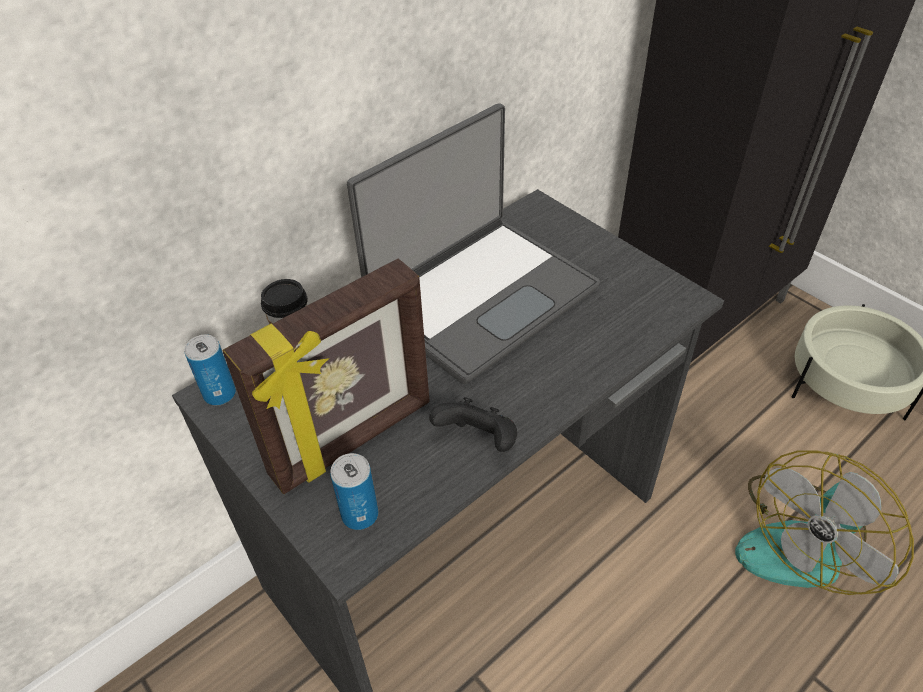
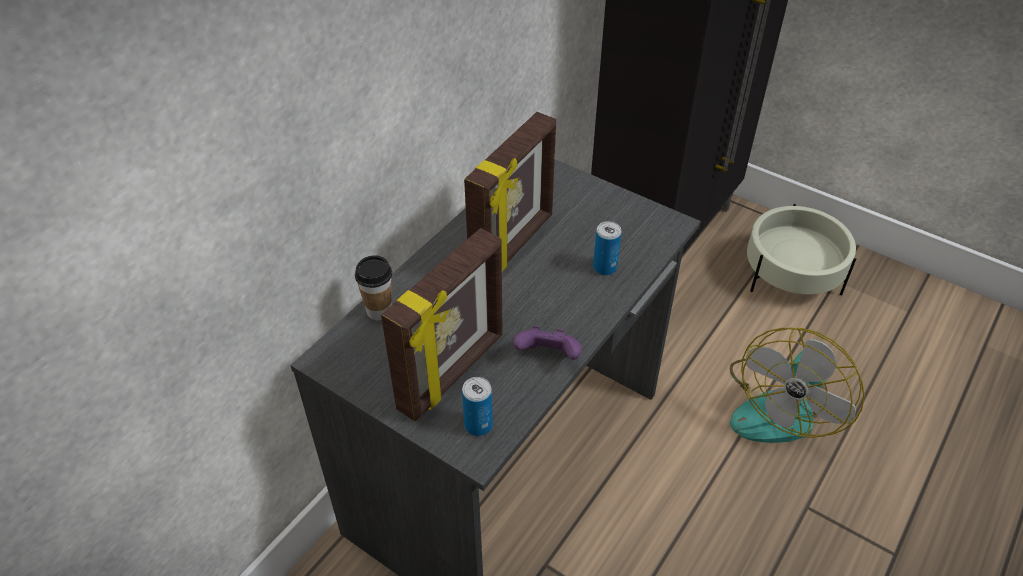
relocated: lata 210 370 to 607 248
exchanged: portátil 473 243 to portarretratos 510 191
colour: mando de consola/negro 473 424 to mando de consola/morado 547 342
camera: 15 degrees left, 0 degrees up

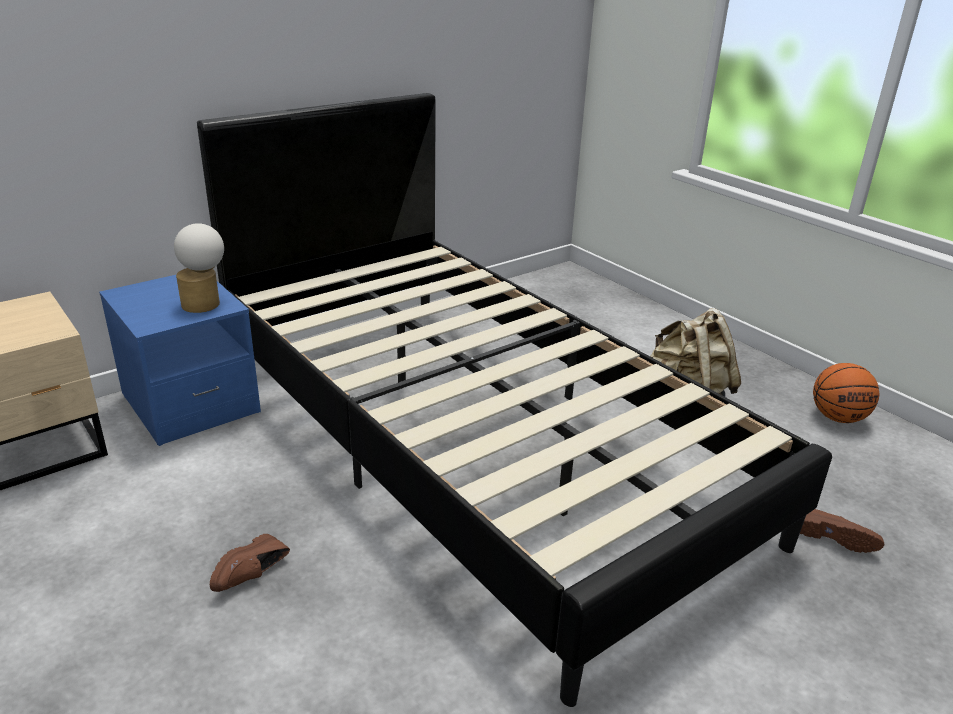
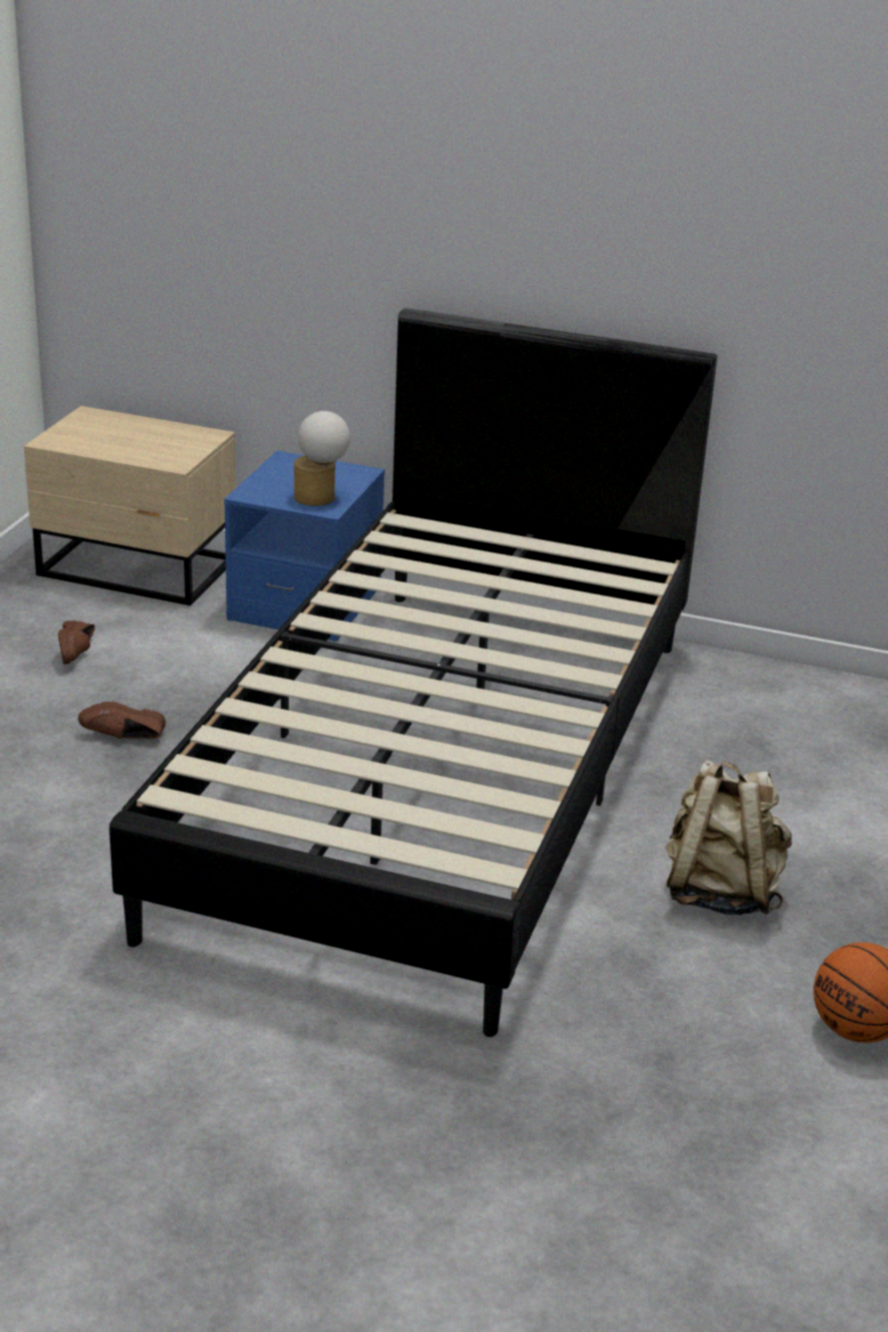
relocated: zapato/marrón 842 531 to 76 642
camera: 55 degrees right, 0 degrees up

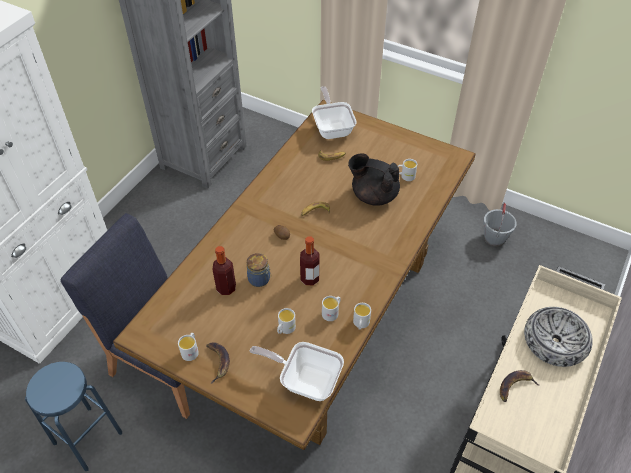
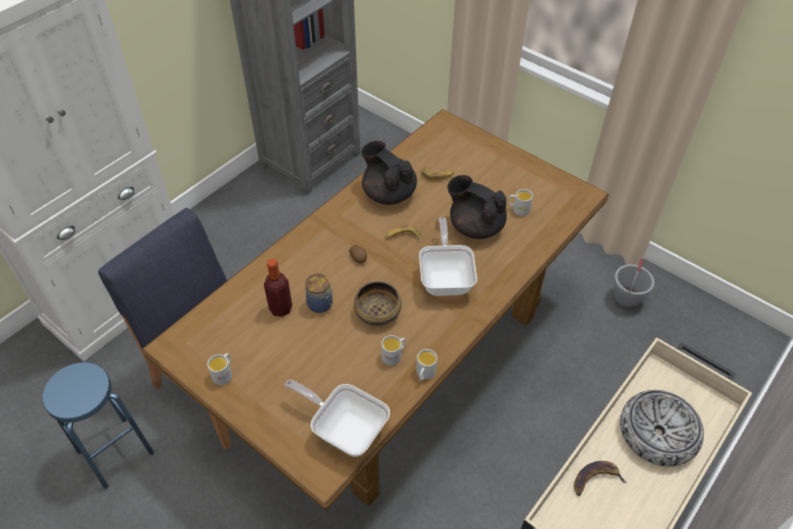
missing: plátano 218 362; taza grande/blanco 286 321
appeared: tetera/negro 389 173
relocated: sartén 334 112 to 448 256
exchanged: botella 310 260 to cuenco 378 303
camera: 10 degrees right, 0 degrees up

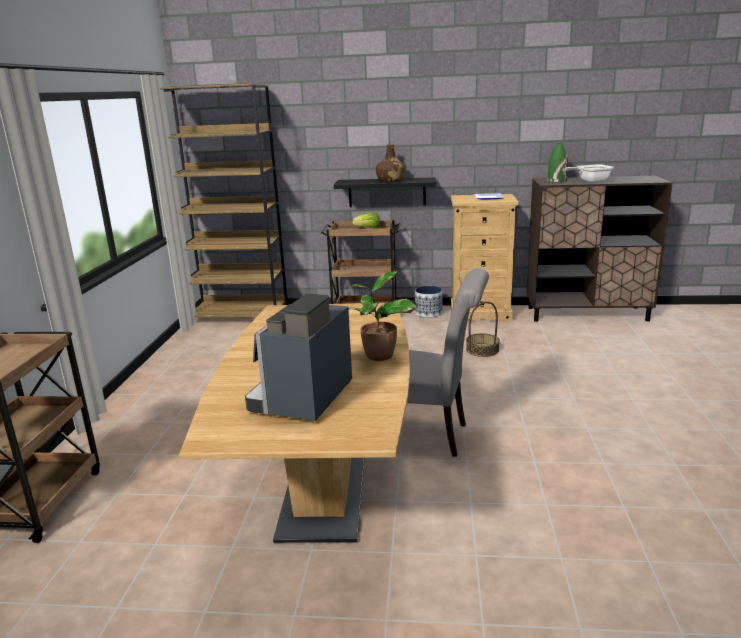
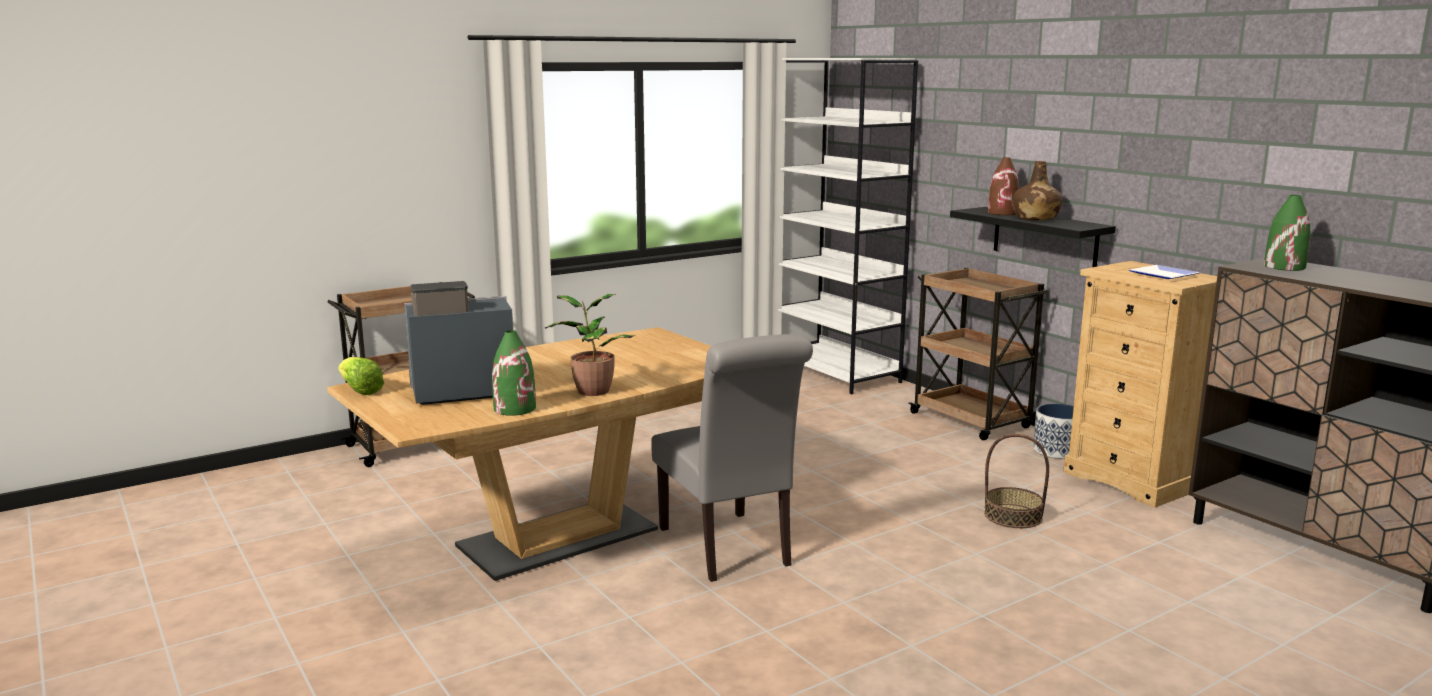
missing: sartén 588 174
appeared: florero/verde 514 373; florero/marrón 1003 186
relocated: lechuga 366 220 to 361 376
colour: estantería/marrón 224 200 to estantería/blanco 848 226
camera: 50 degrees right, 5 degrees down

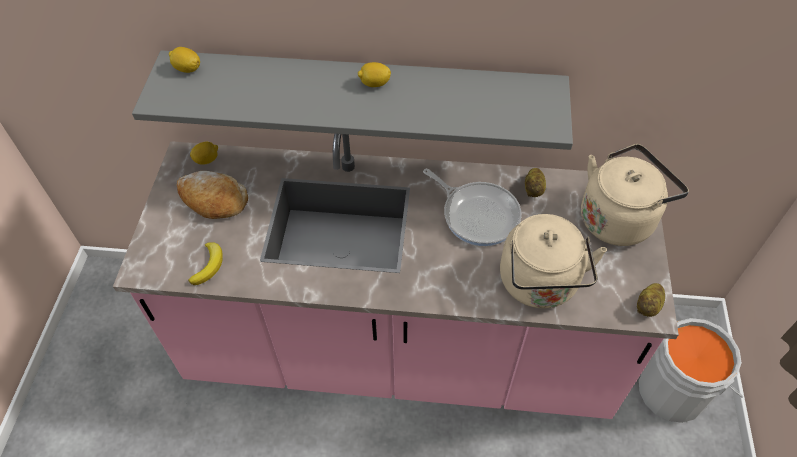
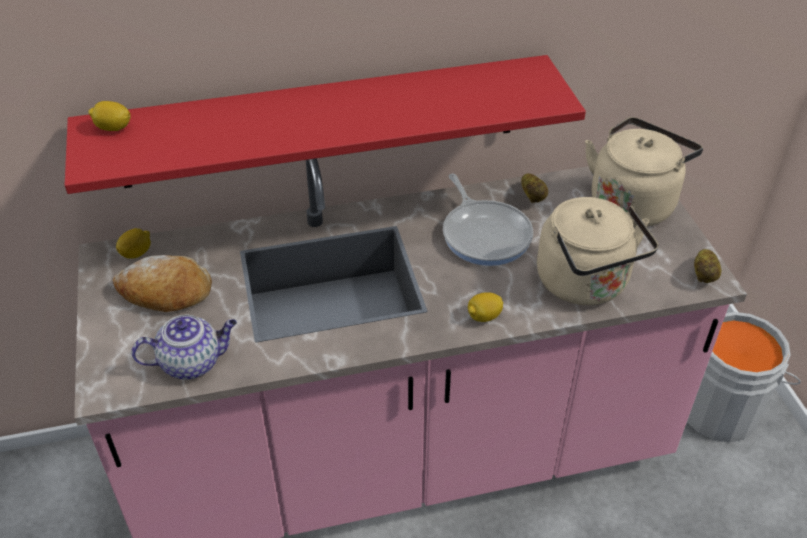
relocated: limón 374 74 to 485 307
exchanged: plátano 205 263 to tetera 184 347
colour: estante/gris 352 100 to estante/rojo 325 124
spun: sartén 472 207 = 488 220 45 degrees clockwise
camera: 20 degrees left, 10 degrees down

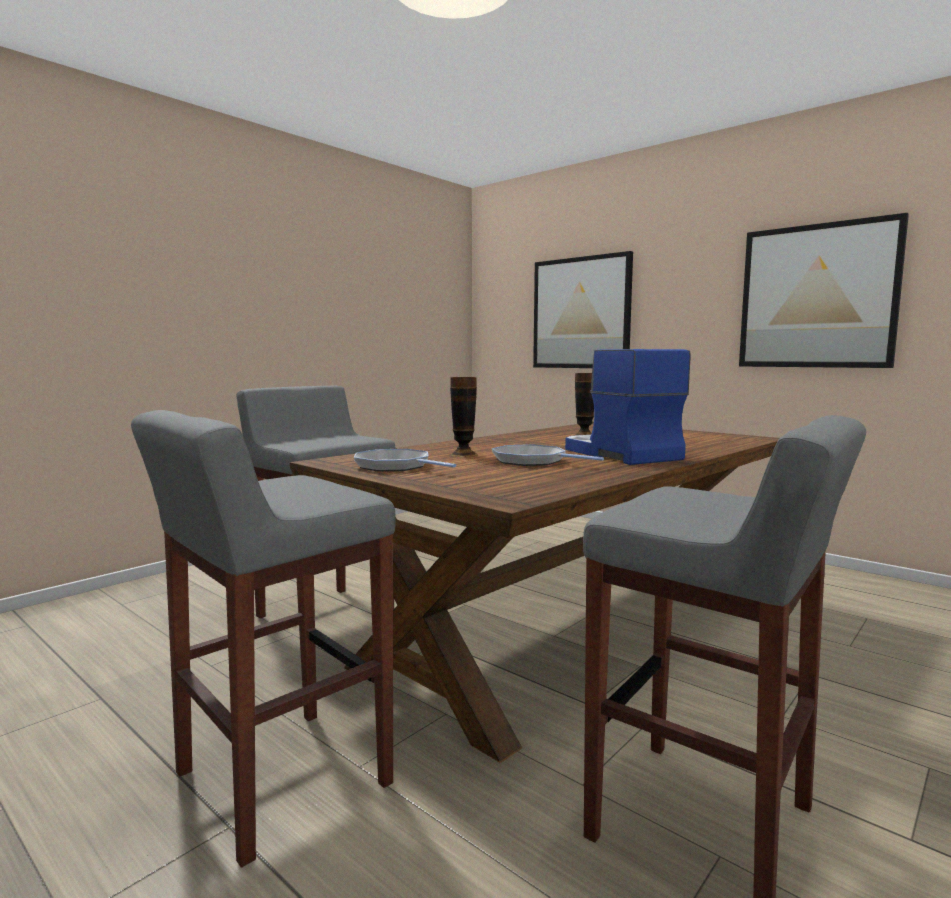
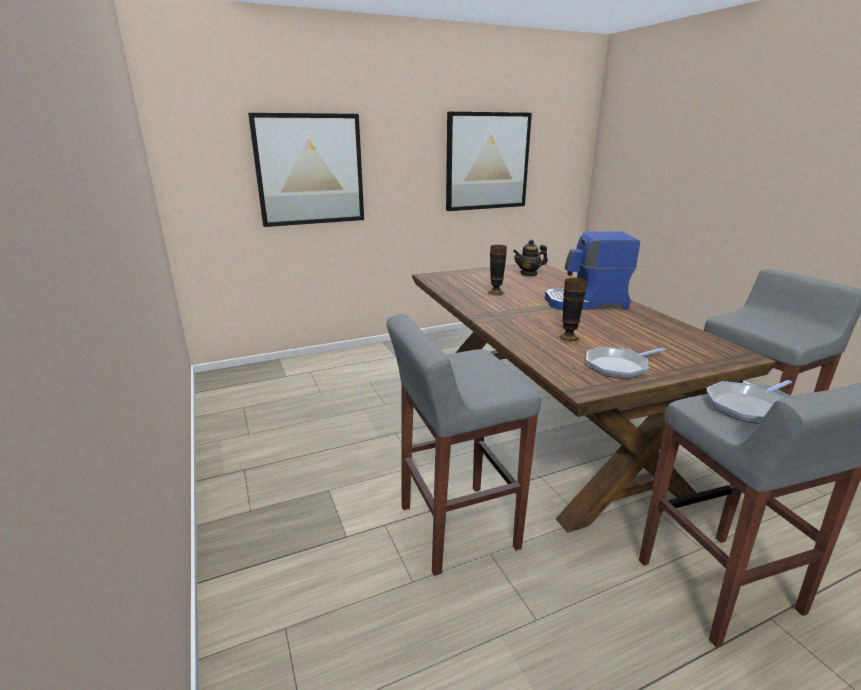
appeared: tetera 530 258
relocated: sartén 548 455 to 749 402
camera: 65 degrees left, 15 degrees up

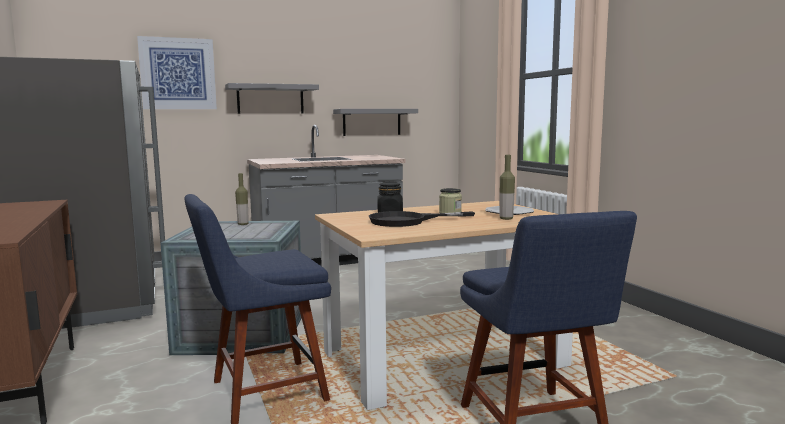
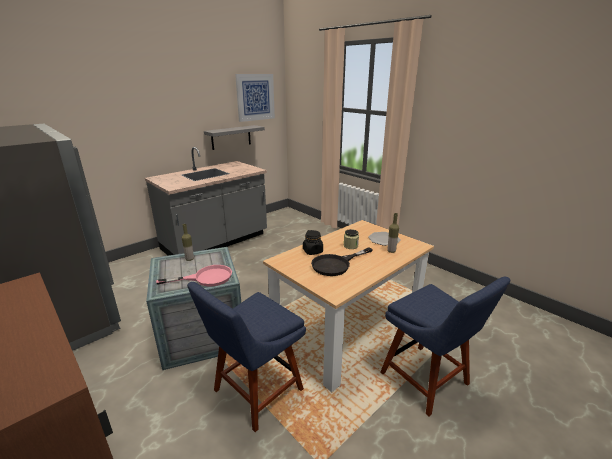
missing: estante/gris 272 98
appeared: sartén/rosa 194 276
relocated: cuadro 177 72 to 255 98
camera: 20 degrees left, 15 degrees up

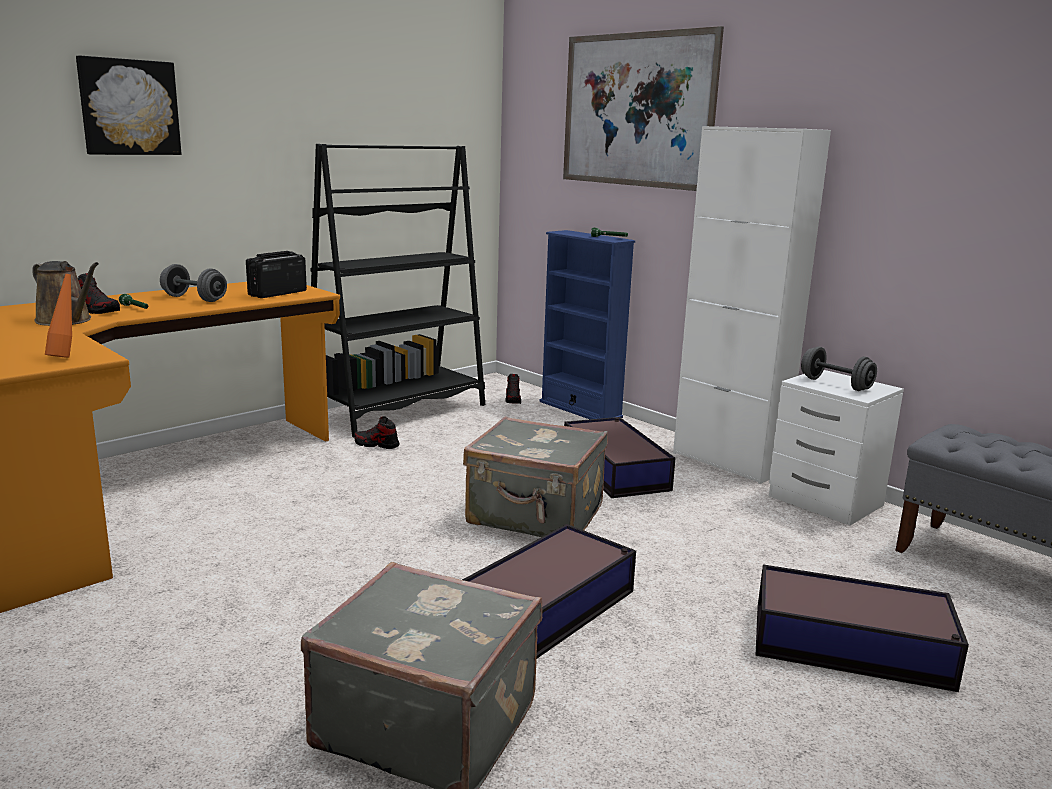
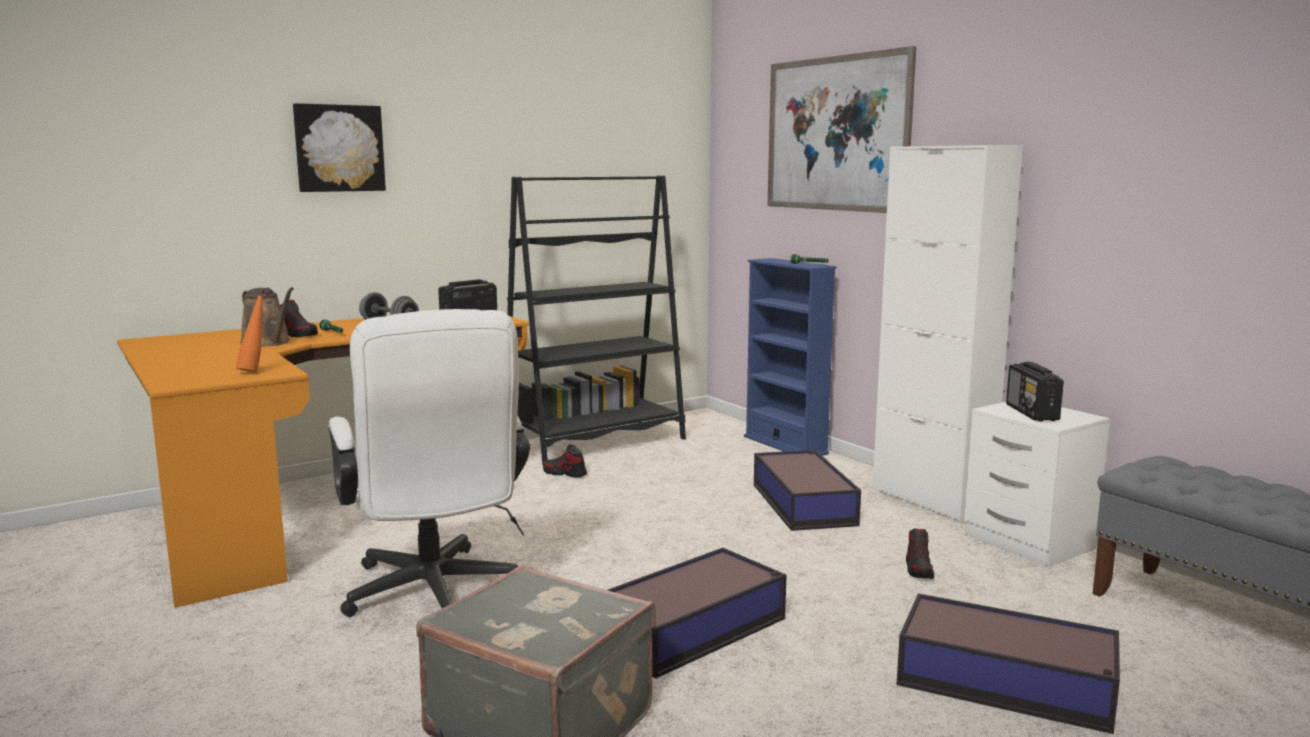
missing: maleta/gris 535 476
appeared: silla de oficina/blanco 429 463
relocated: zapato 513 389 to 920 554
exchanged: mancuerna/gris 839 368 to radio 1035 391
camera: 10 degrees right, 5 degrees down

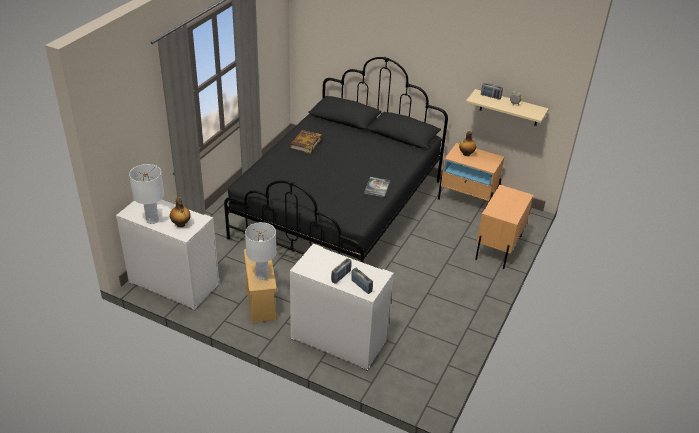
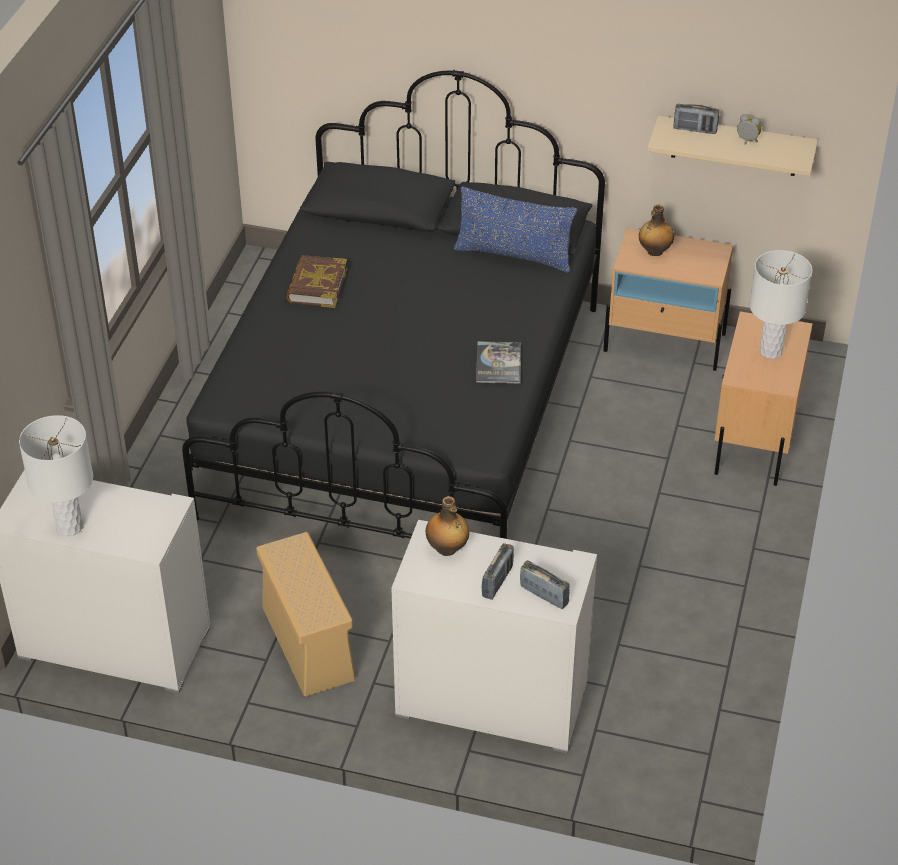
appeared: cojín/azul 515 229
relocated: botella 180 212 to 447 526; lámpara de mesa/blanco 260 251 to 780 304
camera: 10 degrees left, 5 degrees up

